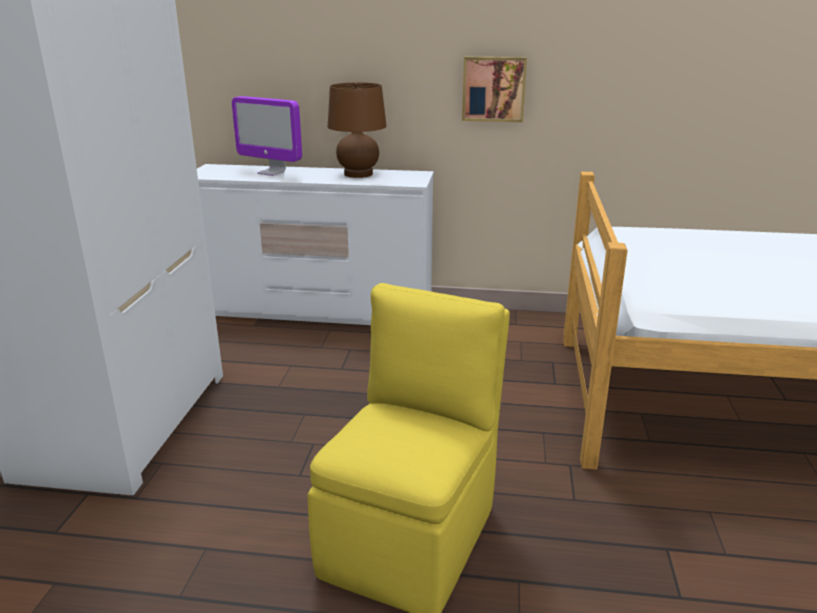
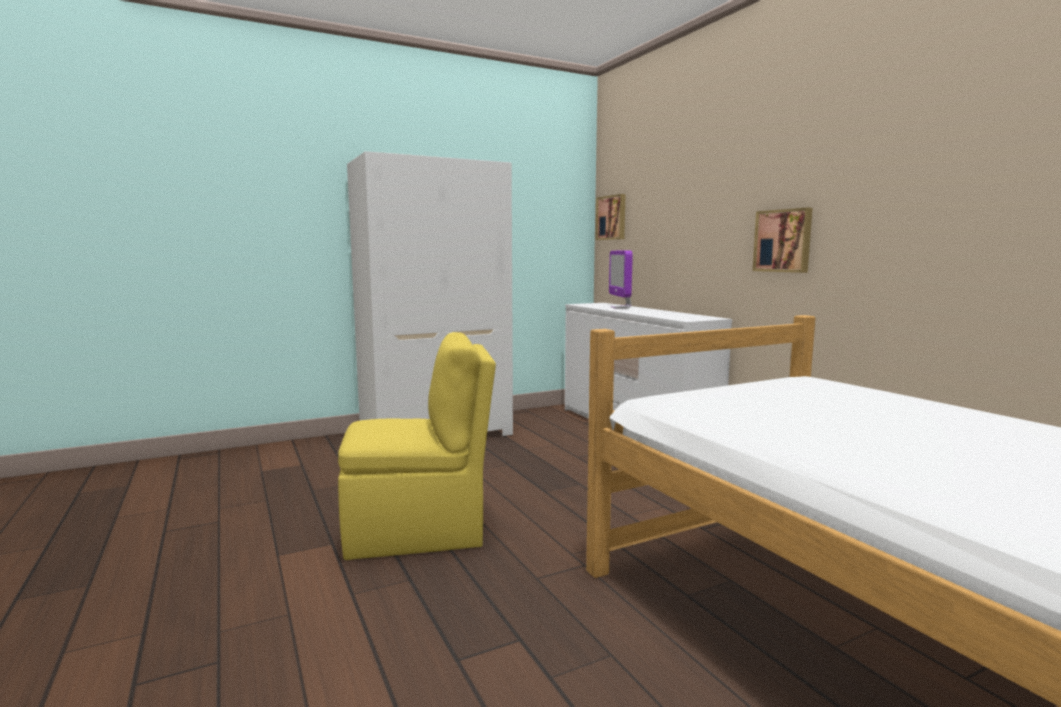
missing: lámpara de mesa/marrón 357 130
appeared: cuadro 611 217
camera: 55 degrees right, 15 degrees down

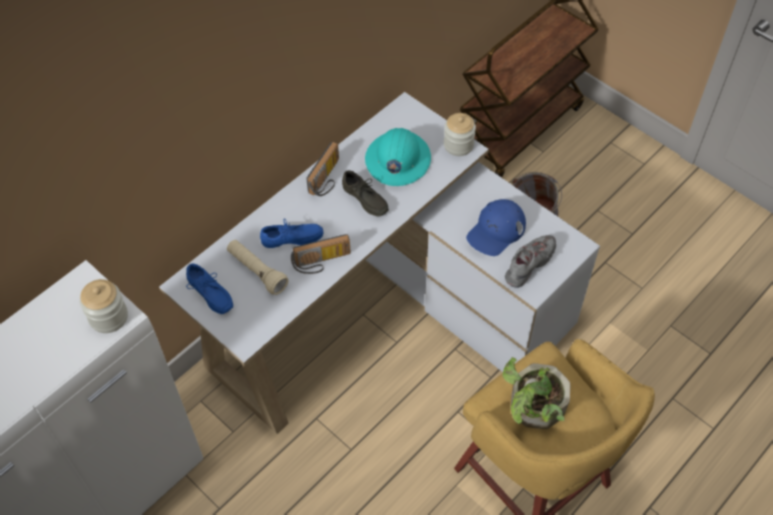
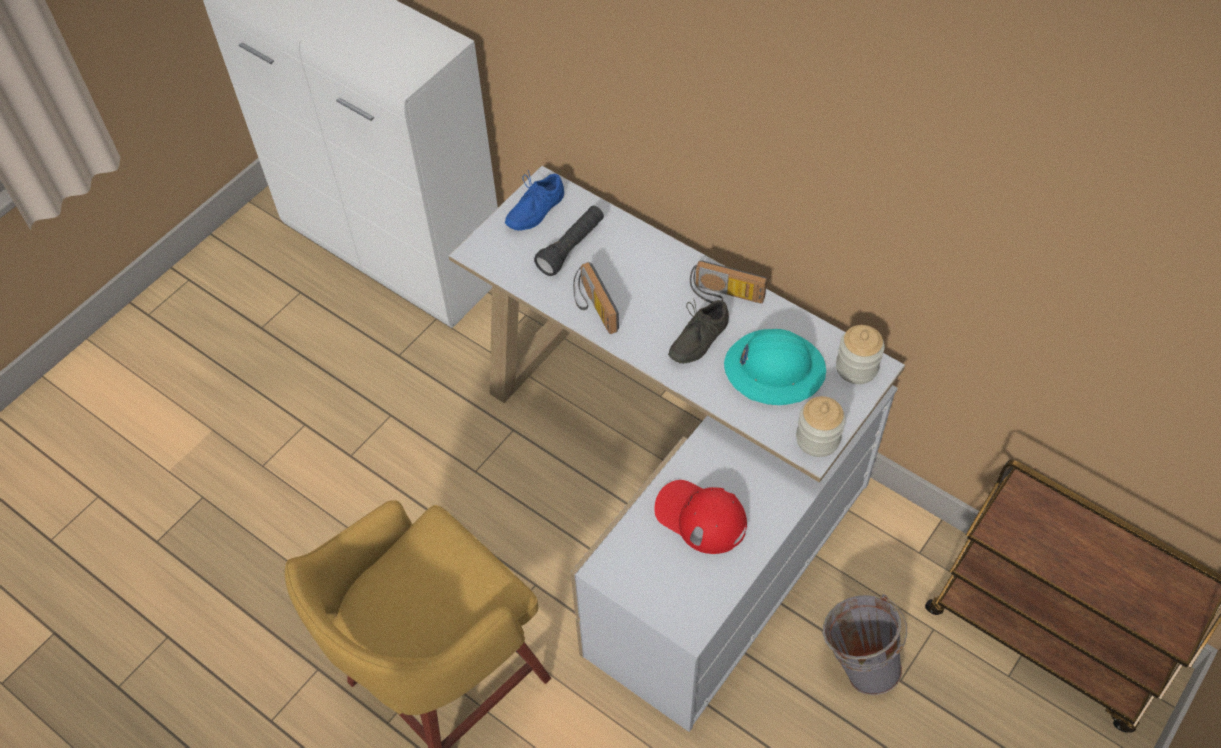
missing: zapato/azul 291 233; planta en maceta 536 393; zapato/gris 530 261
relocated: tarro 104 306 to 860 354
colour: linterna/beis 258 267 to linterna/negro 569 241; gorra/azul 496 227 to gorra/rojo 700 517
camera: 85 degrees right, 0 degrees up

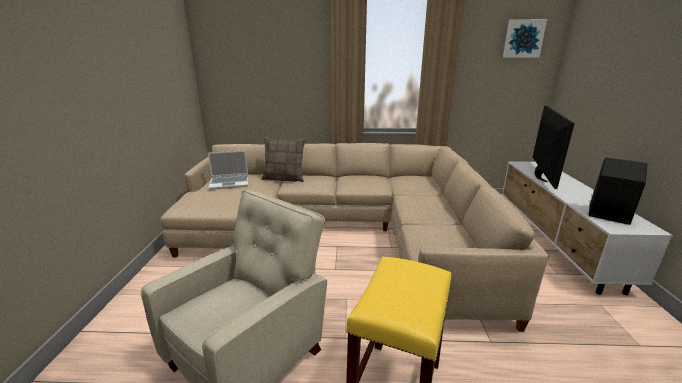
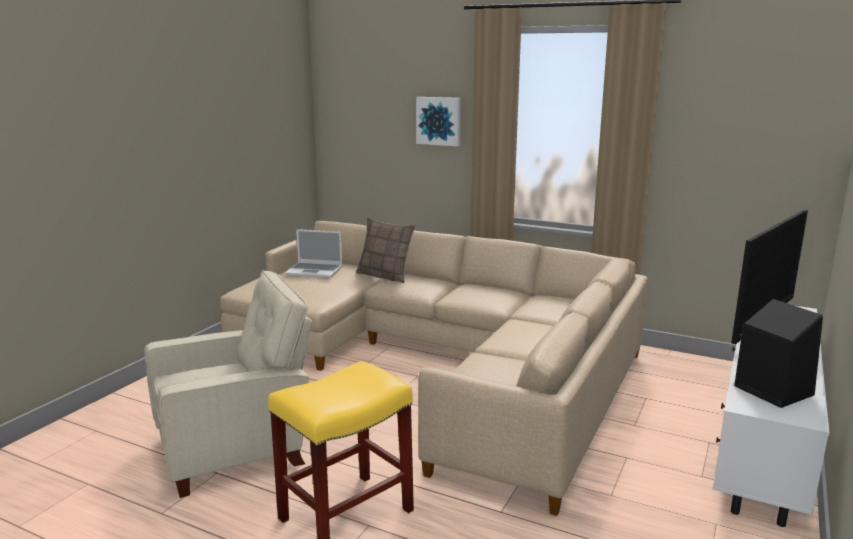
relocated: cuadro 525 38 to 438 121
camera: 25 degrees right, 5 degrees down

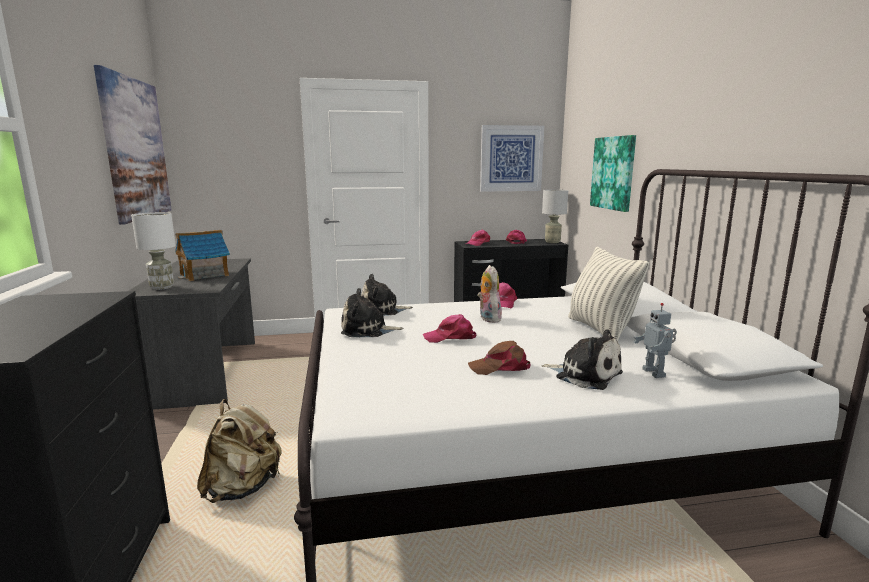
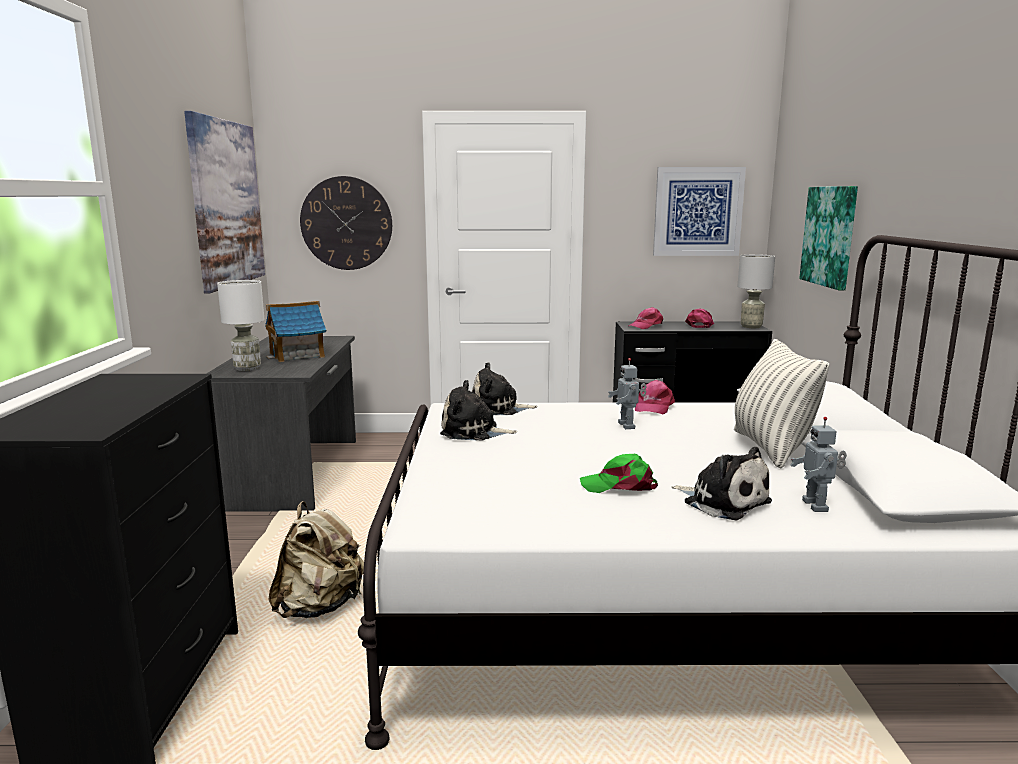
missing: gorra/rosa 450 328
appeared: reloj de pared 346 223
exchanged: peluche 489 294 to robot de juguete 627 393
colour: gorra/marrón 499 358 to gorra/verde 619 473
camera: 10 degrees right, 0 degrees up

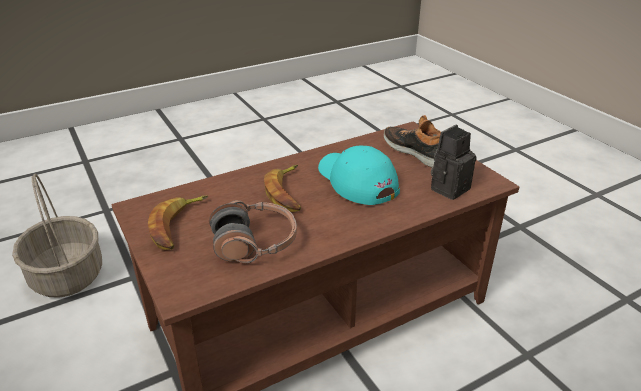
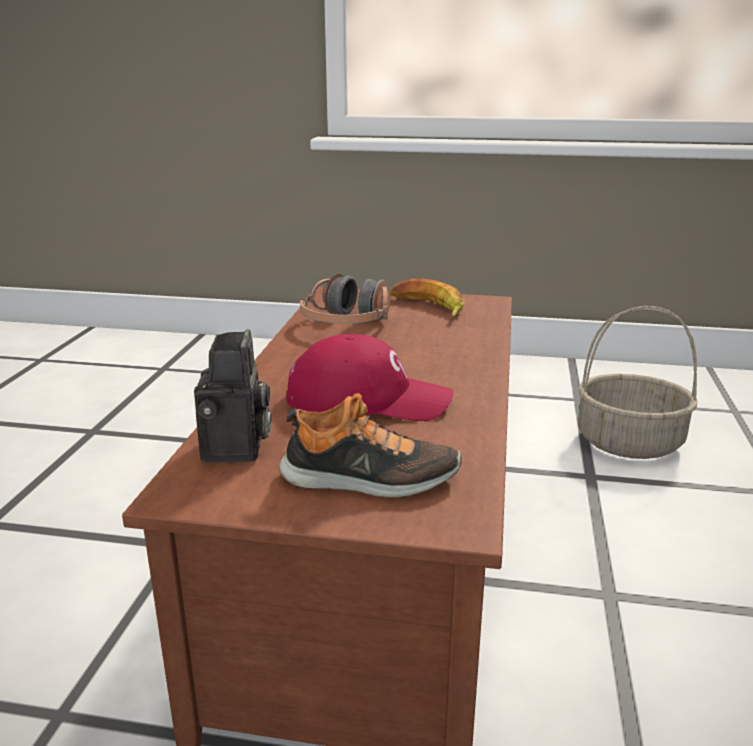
missing: plátano 282 188
colour: gorra/turquesa 359 175 to gorra/rojo 370 377
camera: 130 degrees right, 10 degrees down

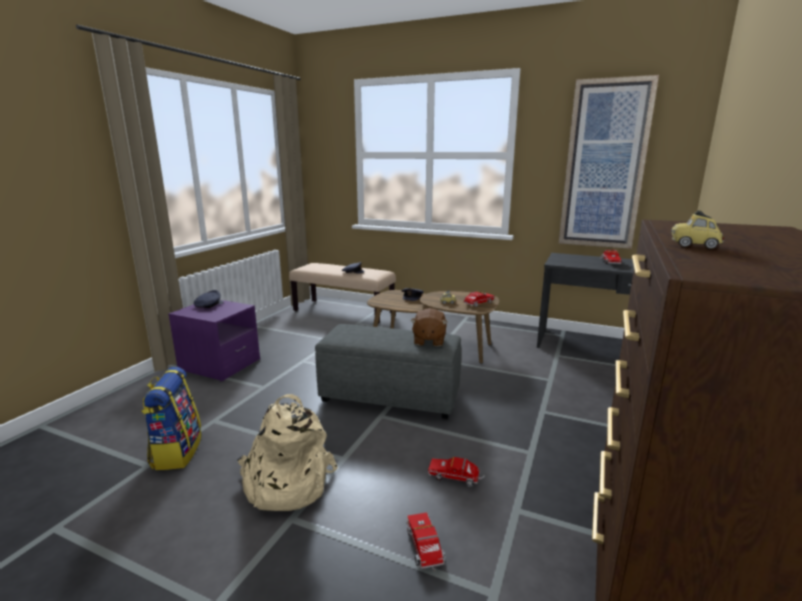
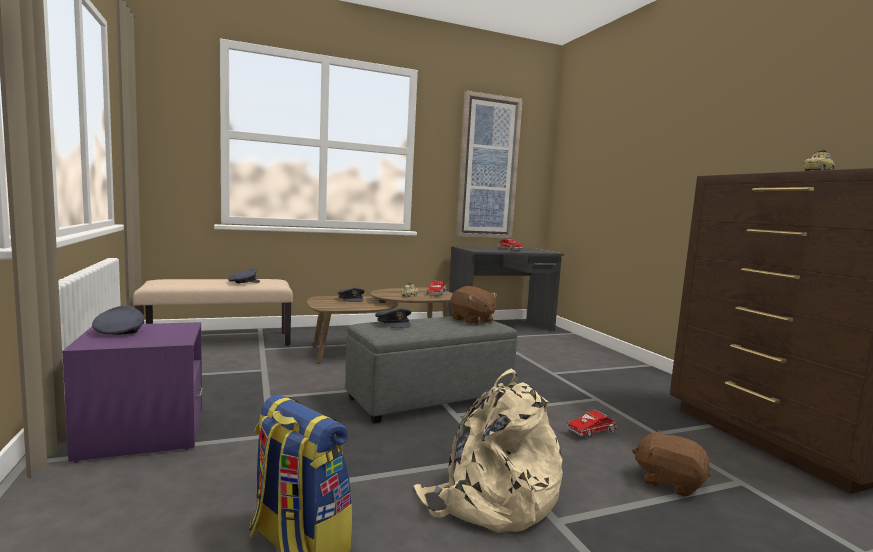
appeared: gorra/gris 393 318
exchanged: camión de juguete 426 541 to peluche/marrón 671 463
camera: 45 degrees left, 10 degrees down

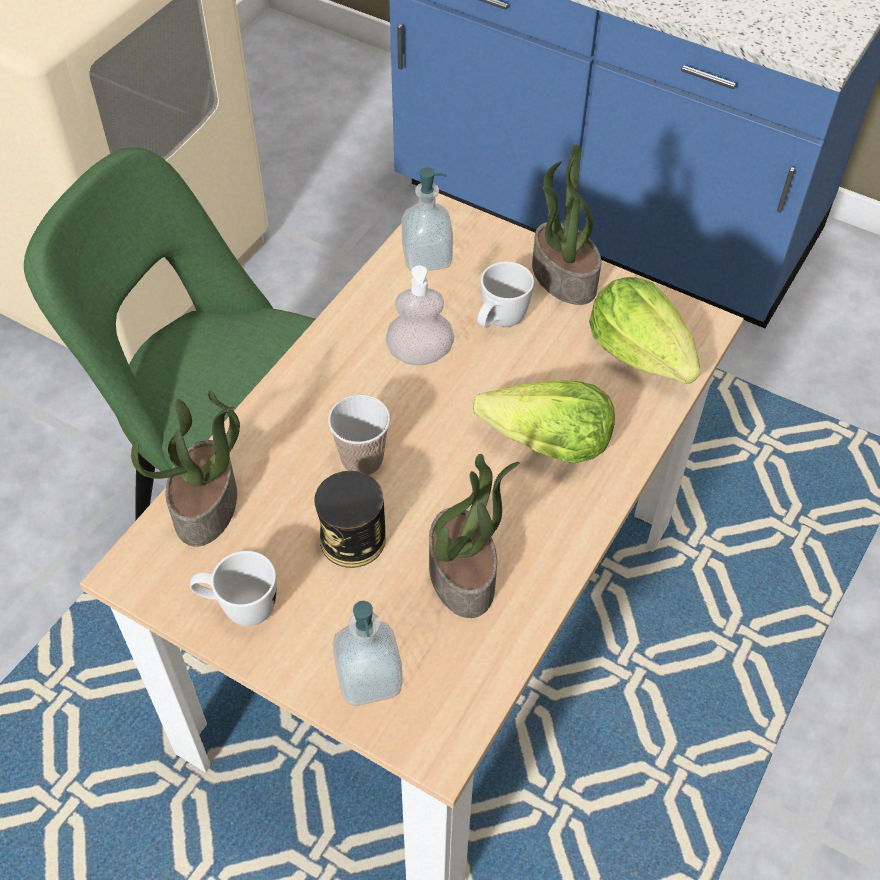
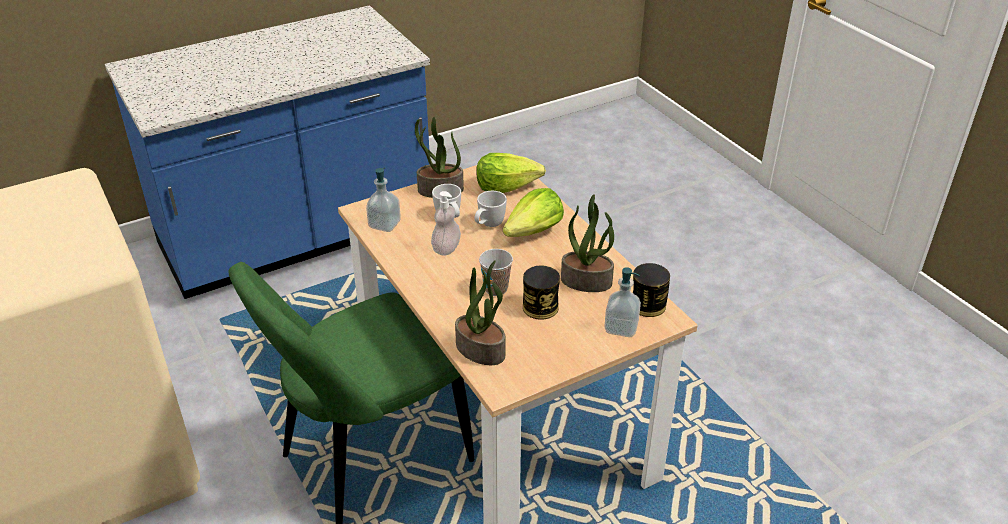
appeared: lata 651 290
relocated: taza grande/blanco 233 588 to 490 209
camera: 60 degrees left, 15 degrees down

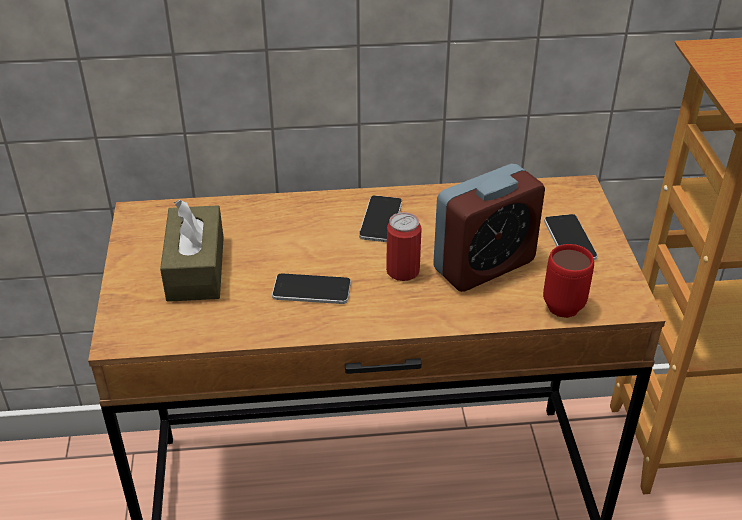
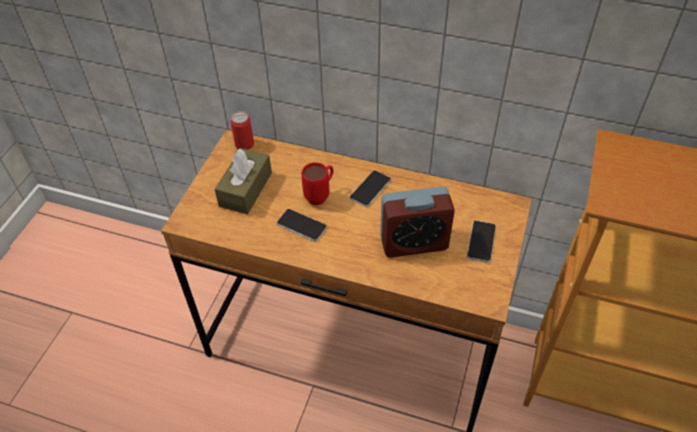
relocated: lata 404 246 to 242 130; taza grande/rojo 568 281 to 317 183
camera: 25 degrees right, 10 degrees up

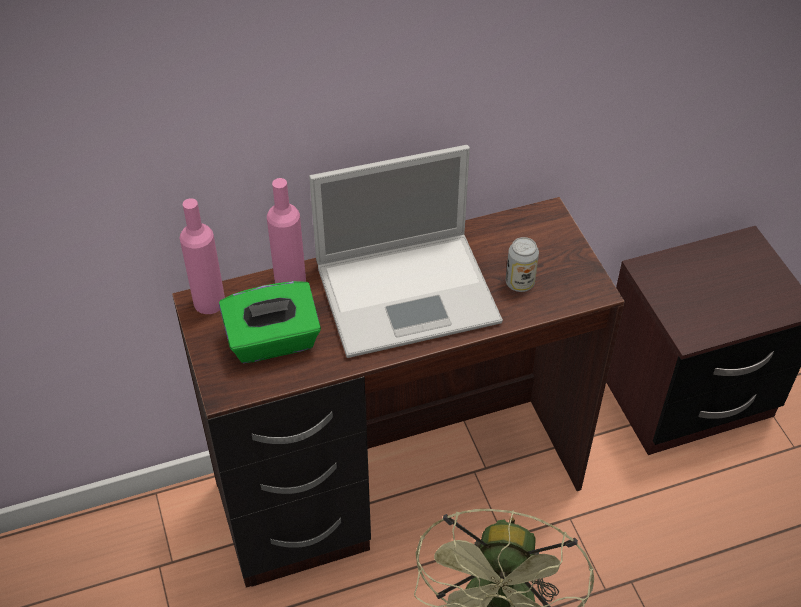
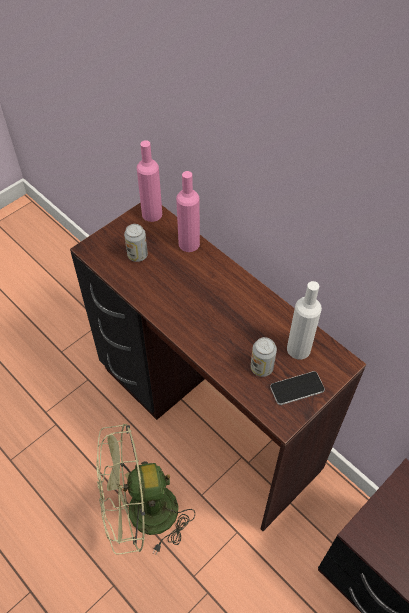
missing: portátil 406 251
appeared: móvil 297 388; botella/blanco 304 320
exchanged: caja de pañuelos/verde 270 322 to lata 136 243
camera: 65 degrees right, 5 degrees up

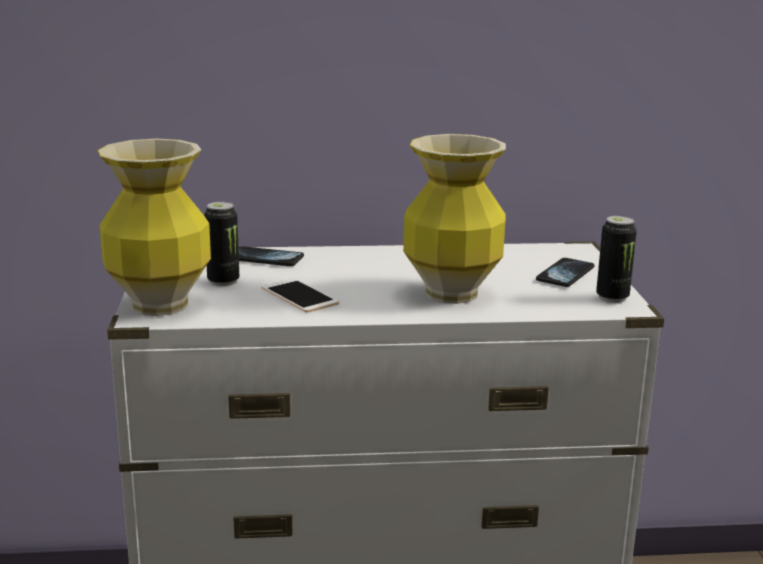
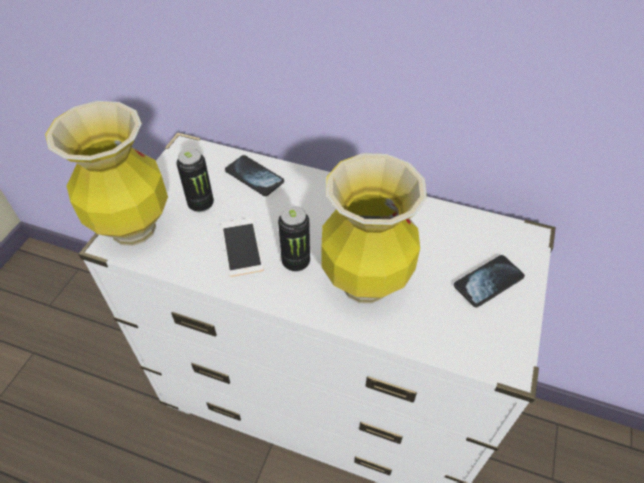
relocated: lata 616 259 to 294 239
camera: 25 degrees right, 30 degrees up

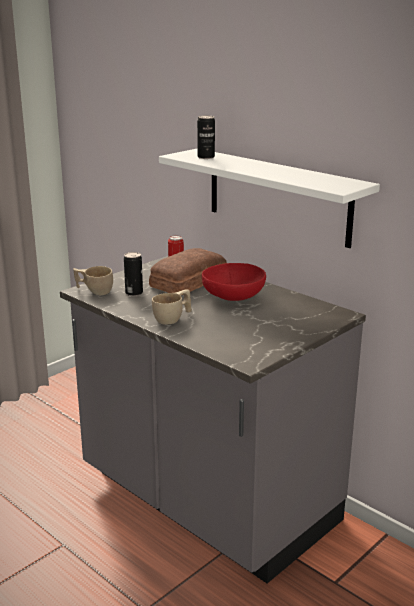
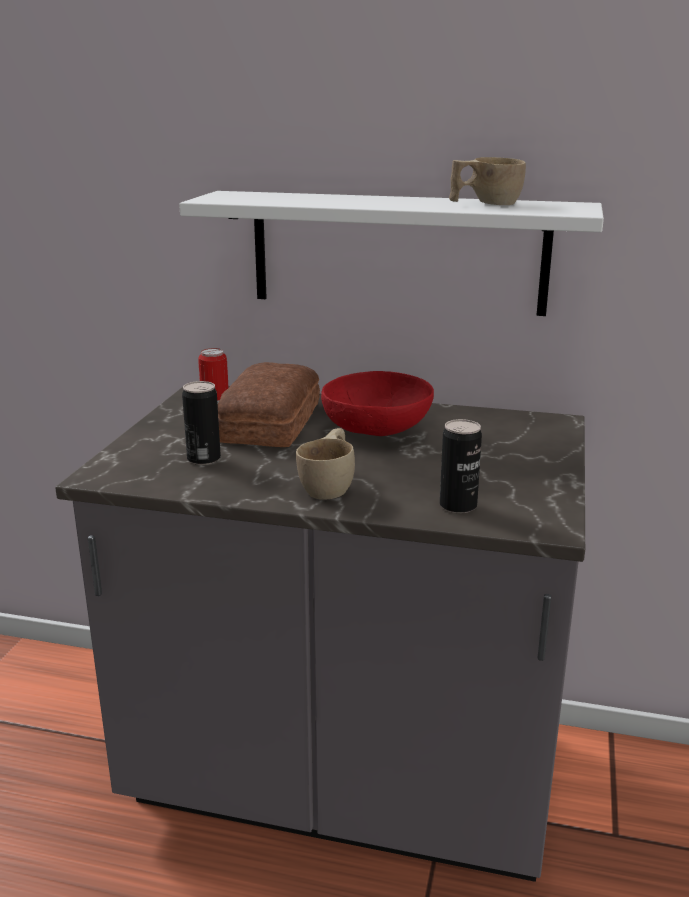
relocated: lata 206 137 to 461 466; taza/beis 93 280 to 487 181
camera: 30 degrees left, 0 degrees up

